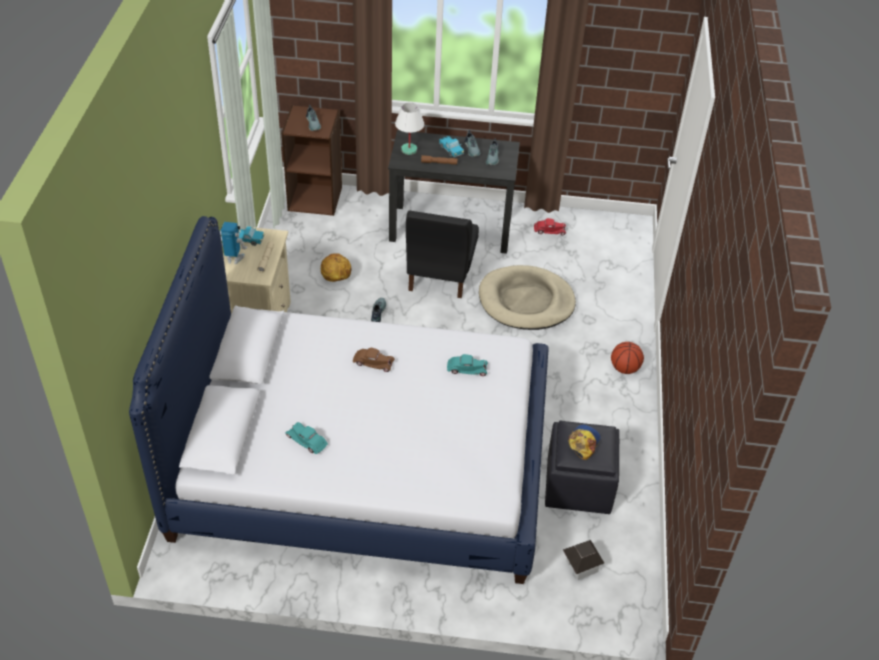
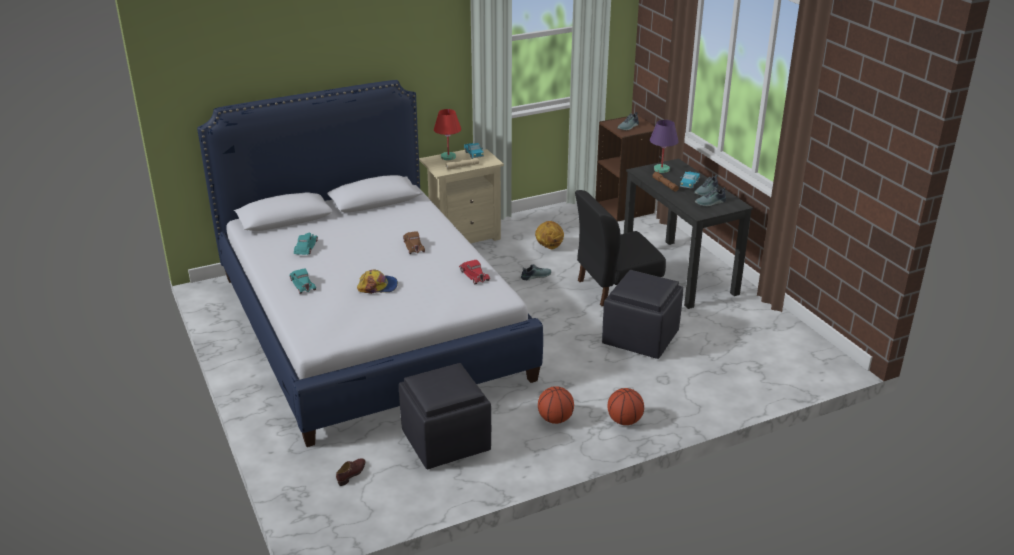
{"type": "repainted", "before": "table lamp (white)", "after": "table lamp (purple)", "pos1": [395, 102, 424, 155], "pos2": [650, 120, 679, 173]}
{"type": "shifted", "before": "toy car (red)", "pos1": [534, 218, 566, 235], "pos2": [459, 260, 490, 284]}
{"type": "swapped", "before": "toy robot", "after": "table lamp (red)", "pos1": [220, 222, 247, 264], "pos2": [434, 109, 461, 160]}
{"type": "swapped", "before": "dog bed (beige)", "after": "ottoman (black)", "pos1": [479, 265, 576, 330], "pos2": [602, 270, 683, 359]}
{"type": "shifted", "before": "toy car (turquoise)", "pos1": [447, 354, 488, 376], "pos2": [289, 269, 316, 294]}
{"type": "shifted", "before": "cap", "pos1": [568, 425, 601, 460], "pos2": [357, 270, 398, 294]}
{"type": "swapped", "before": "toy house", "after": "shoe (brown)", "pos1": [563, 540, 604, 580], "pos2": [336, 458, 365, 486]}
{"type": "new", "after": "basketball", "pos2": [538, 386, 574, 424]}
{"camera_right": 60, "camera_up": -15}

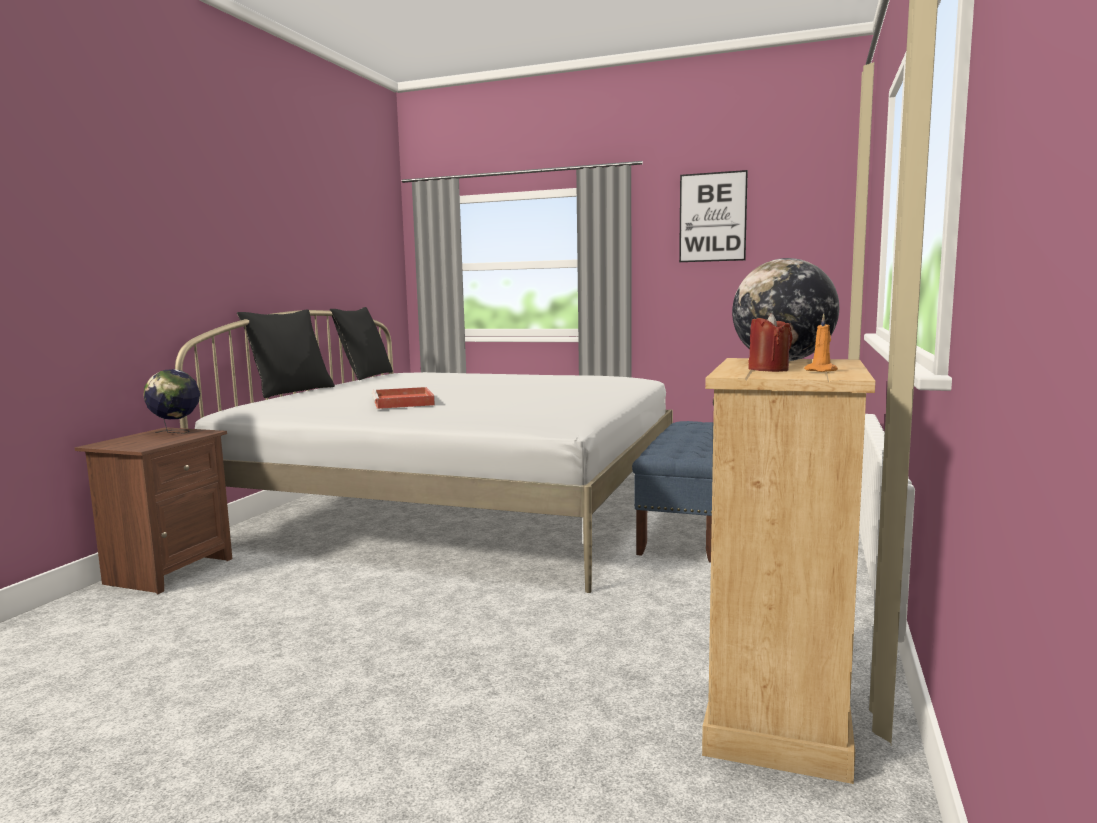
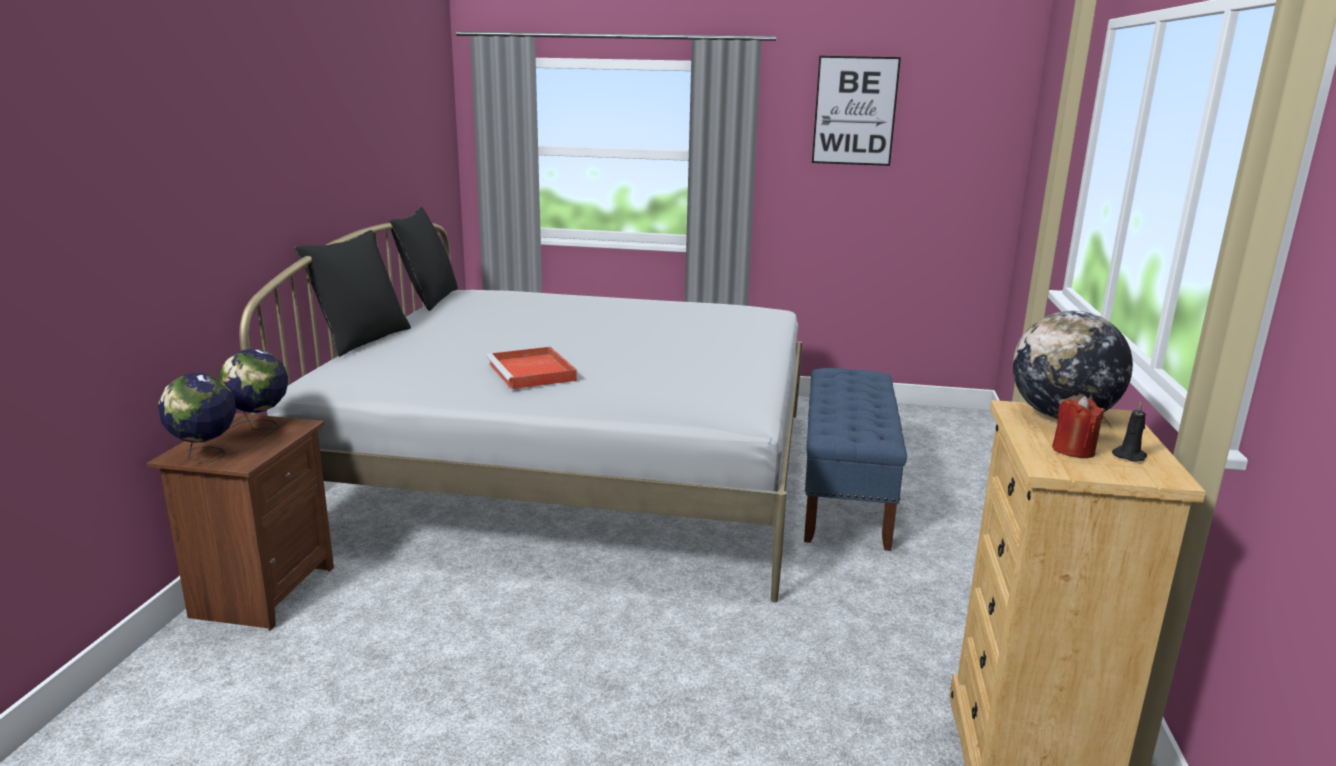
{"type": "repainted", "before": "candle (orange)", "after": "candle (black)", "pos1": [804, 314, 838, 372], "pos2": [1112, 401, 1147, 462]}
{"type": "new", "after": "globe", "pos2": [158, 373, 236, 463]}
{"camera_right": -10, "camera_up": 10}

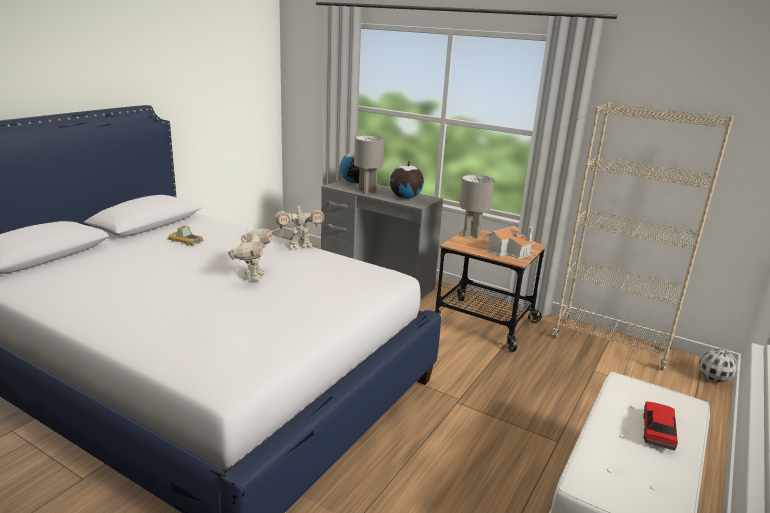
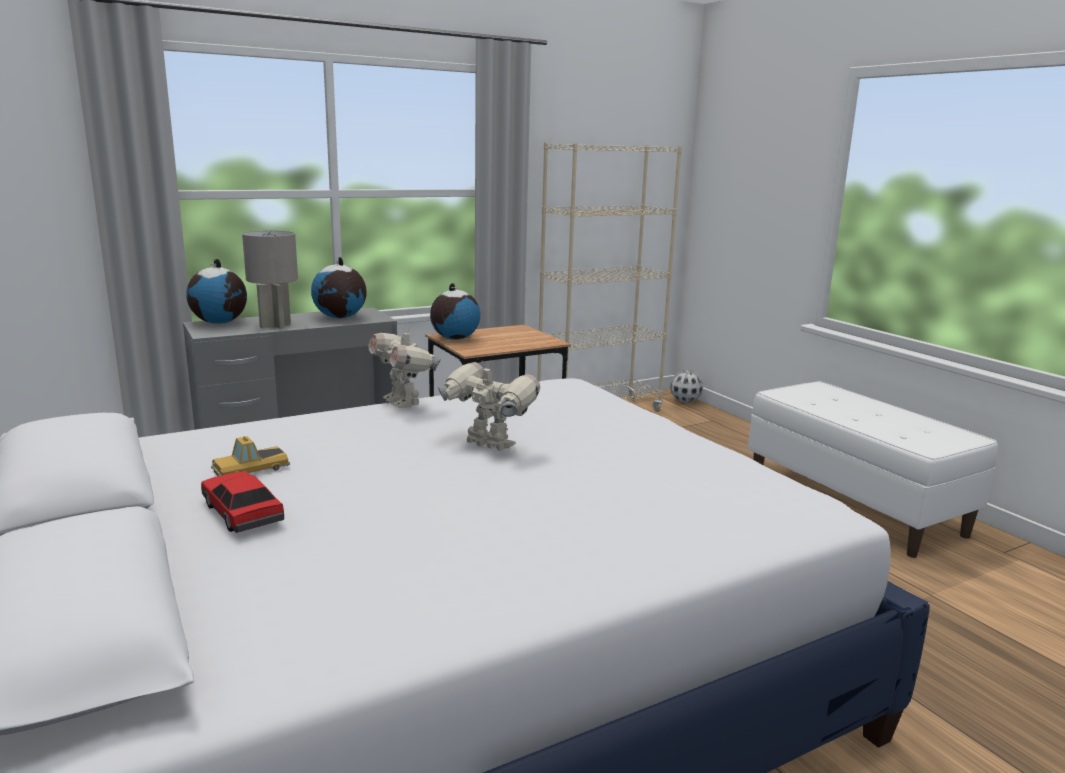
{"type": "swapped", "before": "table lamp (grey)", "after": "globe", "pos1": [459, 175, 494, 239], "pos2": [430, 283, 480, 340]}
{"type": "rotated", "before": "toy robot", "pos1": [274, 203, 325, 249], "pos2": [368, 326, 441, 407], "turn": 135}
{"type": "gone", "before": "toy house", "pos1": [486, 226, 536, 259]}
{"type": "shifted", "before": "toy car", "pos1": [643, 402, 678, 451], "pos2": [201, 471, 284, 533]}
{"camera_right": -60, "camera_up": -5}

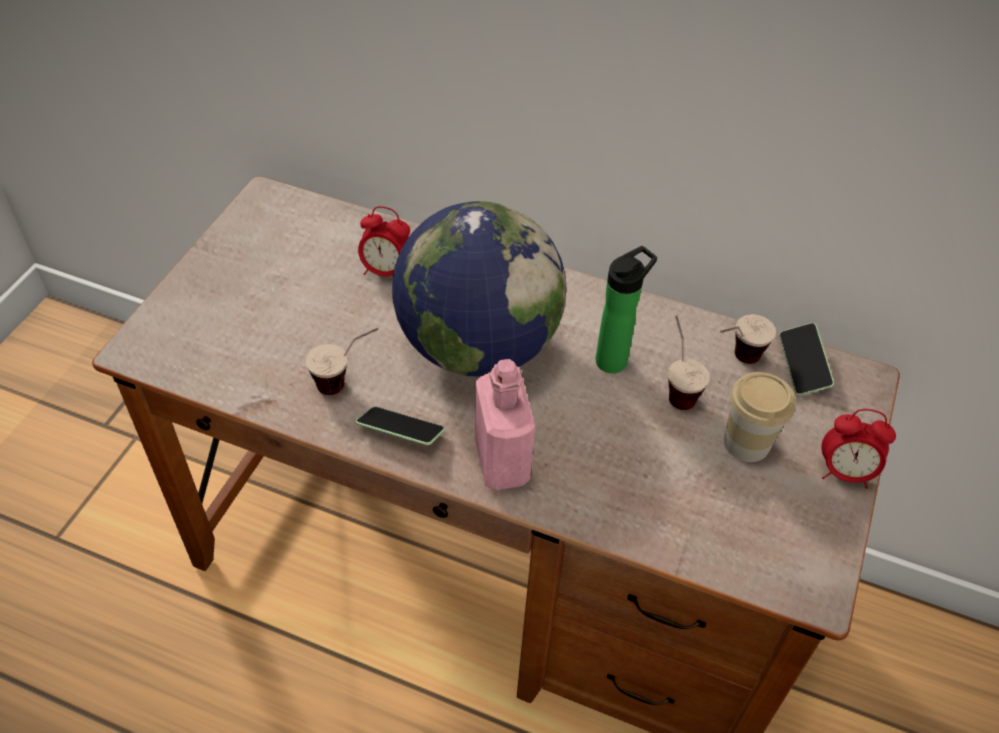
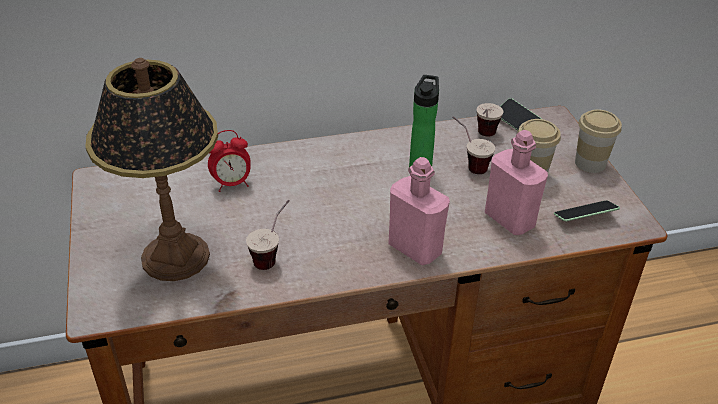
{"type": "gone", "before": "globe", "pos1": [392, 201, 567, 377]}
{"type": "shifted", "before": "phone", "pos1": [355, 407, 445, 445], "pos2": [554, 200, 620, 221]}
{"type": "swapped", "before": "alarm clock", "after": "cup", "pos1": [822, 409, 896, 489], "pos2": [575, 110, 622, 173]}
{"type": "new", "after": "table lamp", "pos2": [85, 58, 218, 281]}
{"type": "new", "after": "bottle (pink)", "pos2": [485, 130, 548, 235]}
{"camera_right": -35, "camera_up": -10}

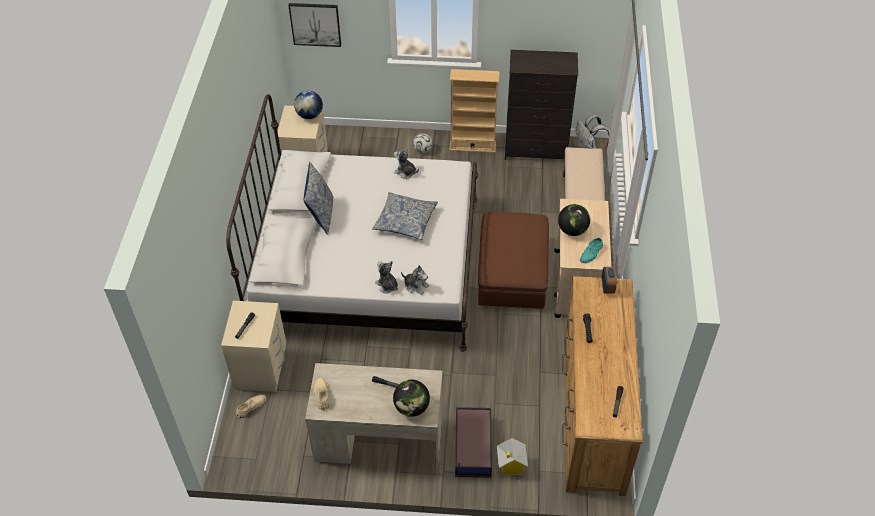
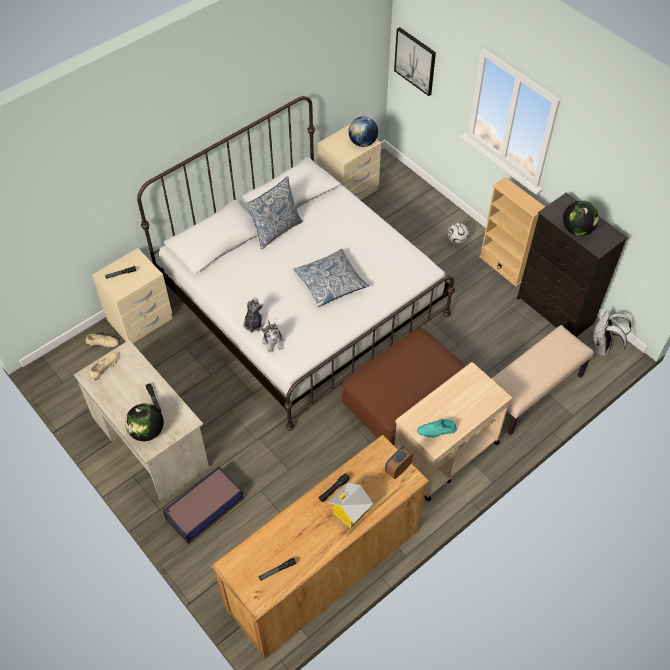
{"type": "gone", "before": "plush toy", "pos1": [394, 148, 419, 179]}
{"type": "shifted", "before": "globe", "pos1": [558, 204, 590, 236], "pos2": [563, 201, 599, 236]}
{"type": "shifted", "before": "toy house", "pos1": [497, 438, 528, 476], "pos2": [328, 483, 373, 528]}
{"camera_right": 45, "camera_up": 5}

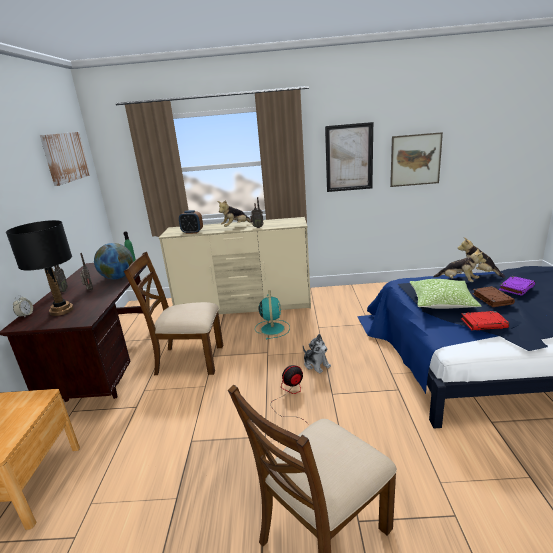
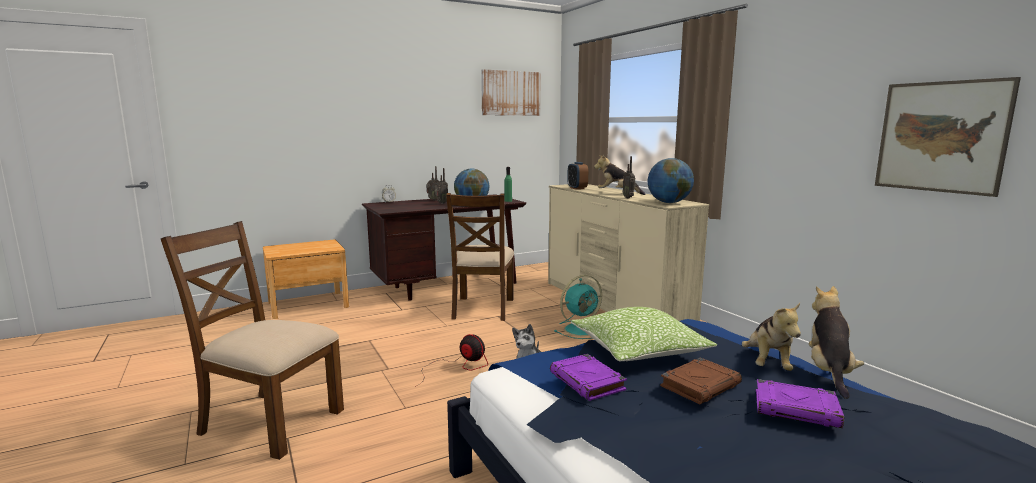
{"type": "gone", "before": "picture", "pos1": [325, 122, 373, 192]}
{"type": "gone", "before": "table lamp (black)", "pos1": [6, 220, 74, 316]}
{"type": "rotated", "before": "chair (brown)", "pos1": [124, 252, 223, 375], "pos2": [446, 193, 514, 321], "turn": -150}
{"type": "repainted", "before": "book (red)", "after": "book (purple)", "pos1": [461, 311, 509, 330], "pos2": [550, 354, 627, 401]}
{"type": "new", "after": "globe", "pos2": [648, 158, 694, 203]}
{"camera_right": 60, "camera_up": -10}

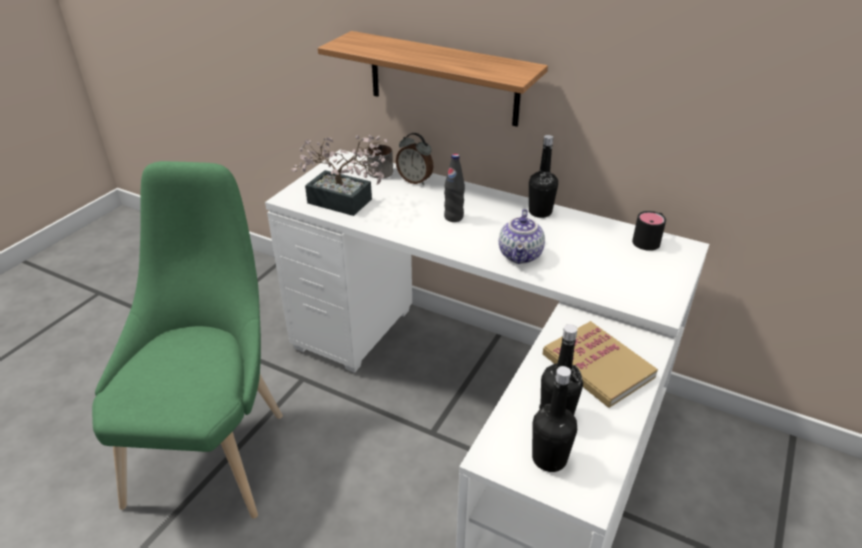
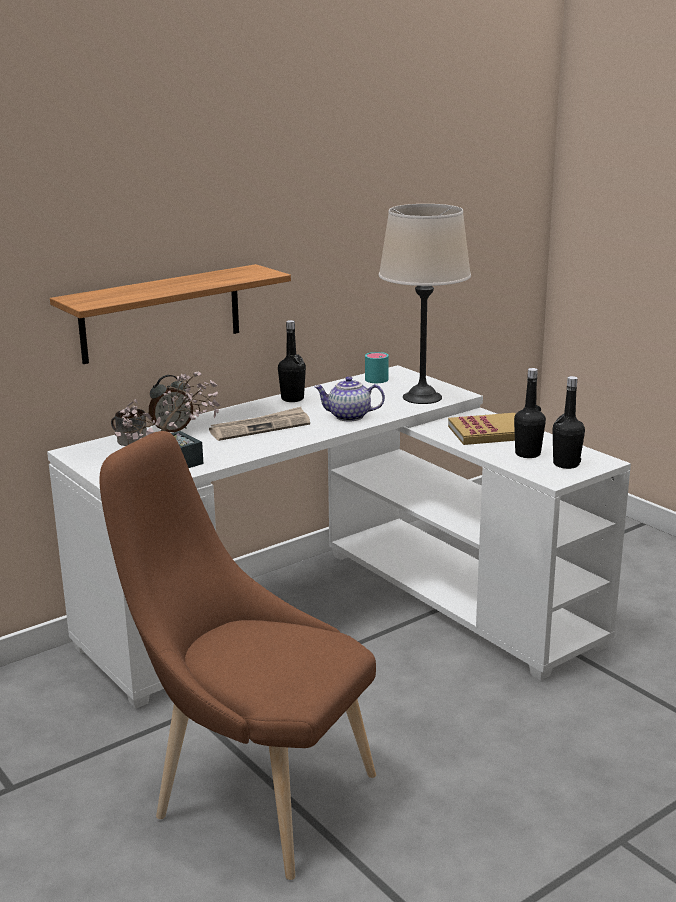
{"type": "swapped", "before": "bottle (black)", "after": "newspaper", "pos1": [444, 154, 465, 222], "pos2": [209, 407, 310, 441]}
{"type": "repainted", "before": "chair (green)", "after": "chair (brown)", "pos1": [92, 161, 283, 518], "pos2": [99, 431, 376, 880]}
{"type": "rotated", "before": "teapot", "pos1": [499, 209, 545, 264], "pos2": [314, 376, 385, 421], "turn": 150}
{"type": "repainted", "before": "mug (black)", "after": "mug (turquoise)", "pos1": [632, 211, 666, 251], "pos2": [365, 352, 389, 383]}
{"type": "new", "after": "table lamp (beige)", "pos2": [379, 204, 471, 404]}
{"camera_right": -65, "camera_up": -15}

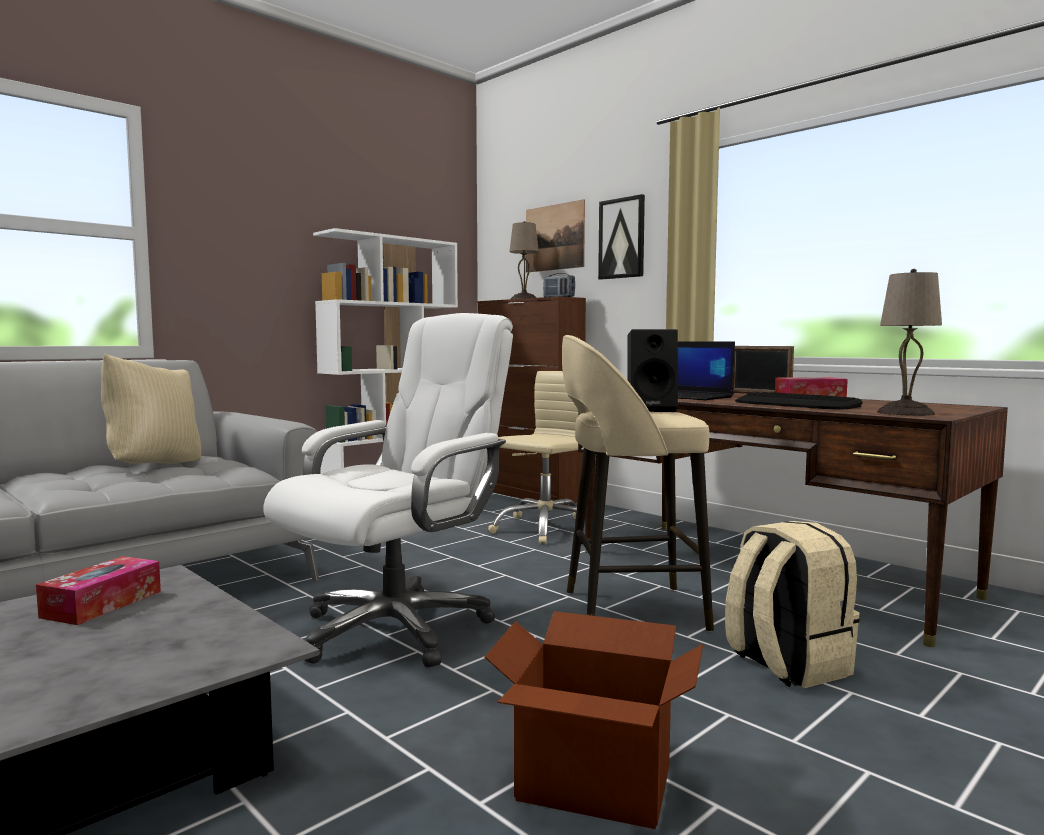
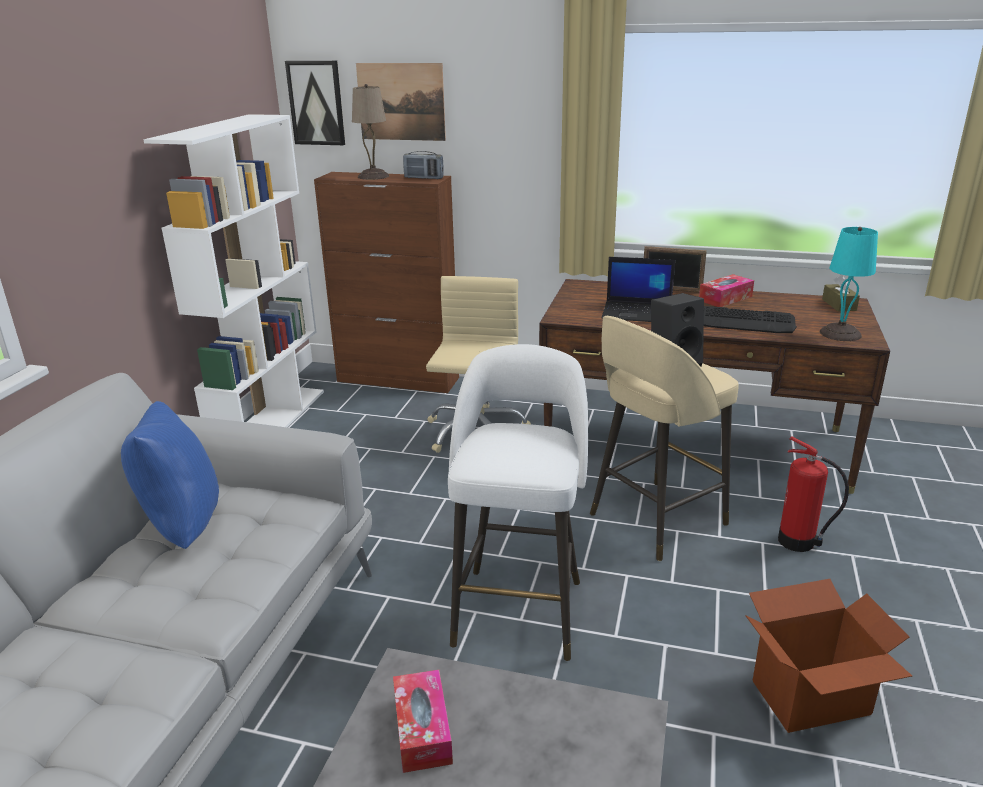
{"type": "shifted", "before": "picture", "pos1": [598, 194, 645, 280], "pos2": [285, 61, 345, 145]}
{"type": "repainted", "before": "table lamp (beige)", "after": "table lamp (turquoise)", "pos1": [877, 269, 942, 416], "pos2": [820, 227, 878, 341]}
{"type": "swapped", "before": "office chair (white)", "after": "stool (white)", "pos1": [263, 313, 513, 668], "pos2": [448, 344, 588, 661]}
{"type": "repainted", "before": "pillow (beige)", "after": "pillow (blue)", "pos1": [101, 354, 201, 464], "pos2": [121, 401, 219, 549]}
{"type": "swapped", "before": "backpack (beige)", "after": "fire extinguisher", "pos1": [725, 521, 860, 688], "pos2": [778, 437, 849, 552]}
{"type": "new", "after": "tissue box (brown)", "pos2": [822, 275, 860, 312]}
{"camera_right": -30, "camera_up": 20}

